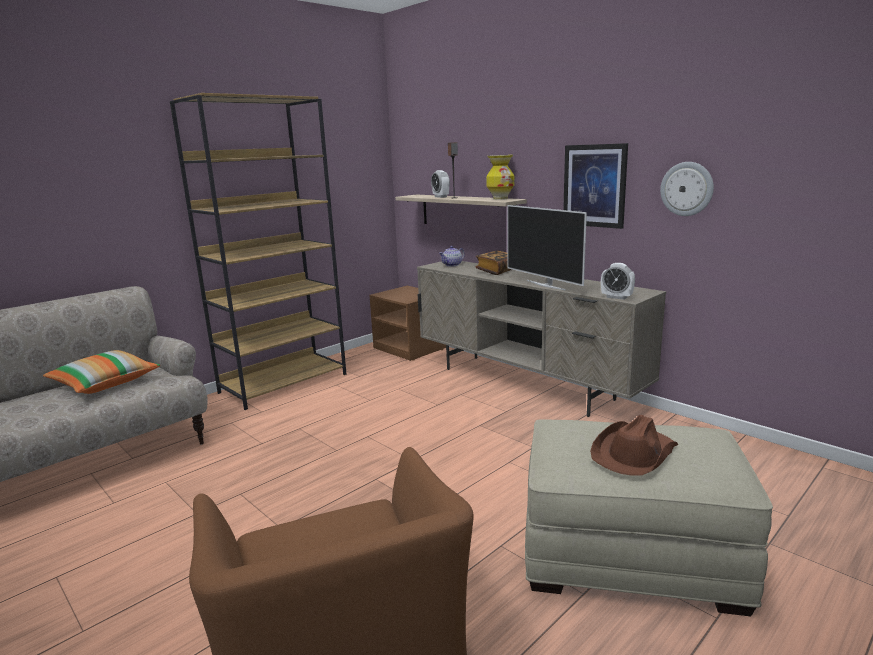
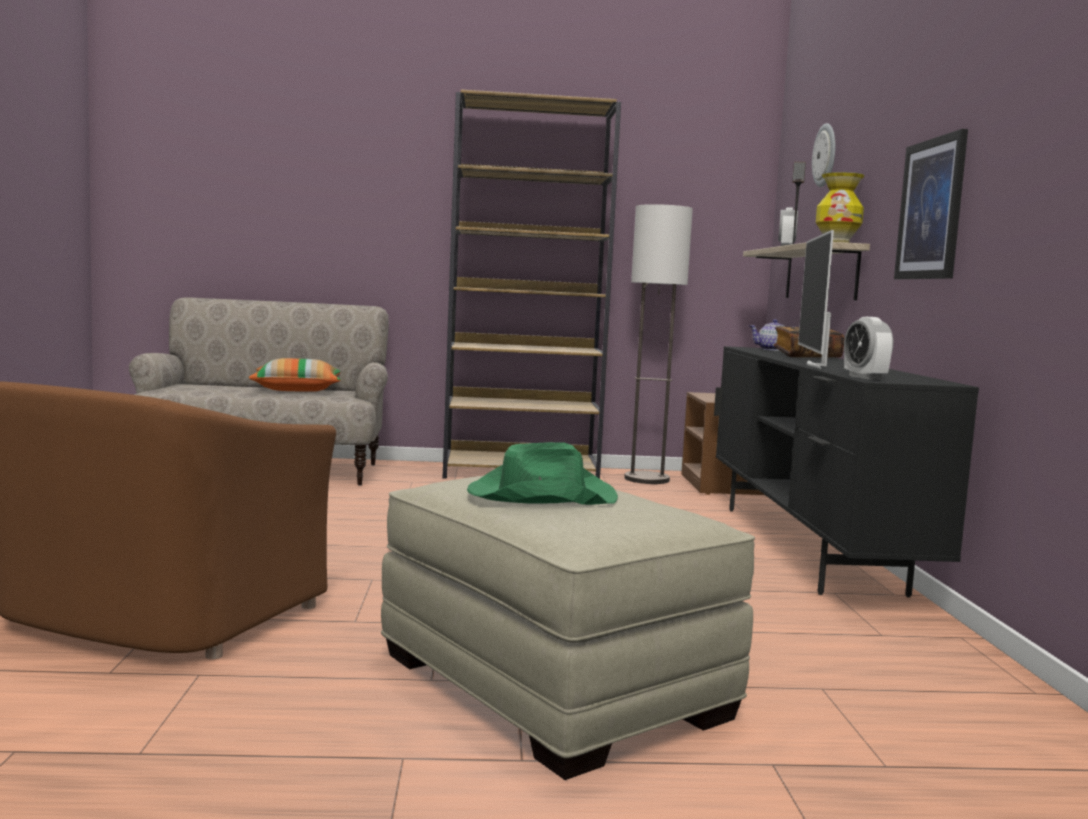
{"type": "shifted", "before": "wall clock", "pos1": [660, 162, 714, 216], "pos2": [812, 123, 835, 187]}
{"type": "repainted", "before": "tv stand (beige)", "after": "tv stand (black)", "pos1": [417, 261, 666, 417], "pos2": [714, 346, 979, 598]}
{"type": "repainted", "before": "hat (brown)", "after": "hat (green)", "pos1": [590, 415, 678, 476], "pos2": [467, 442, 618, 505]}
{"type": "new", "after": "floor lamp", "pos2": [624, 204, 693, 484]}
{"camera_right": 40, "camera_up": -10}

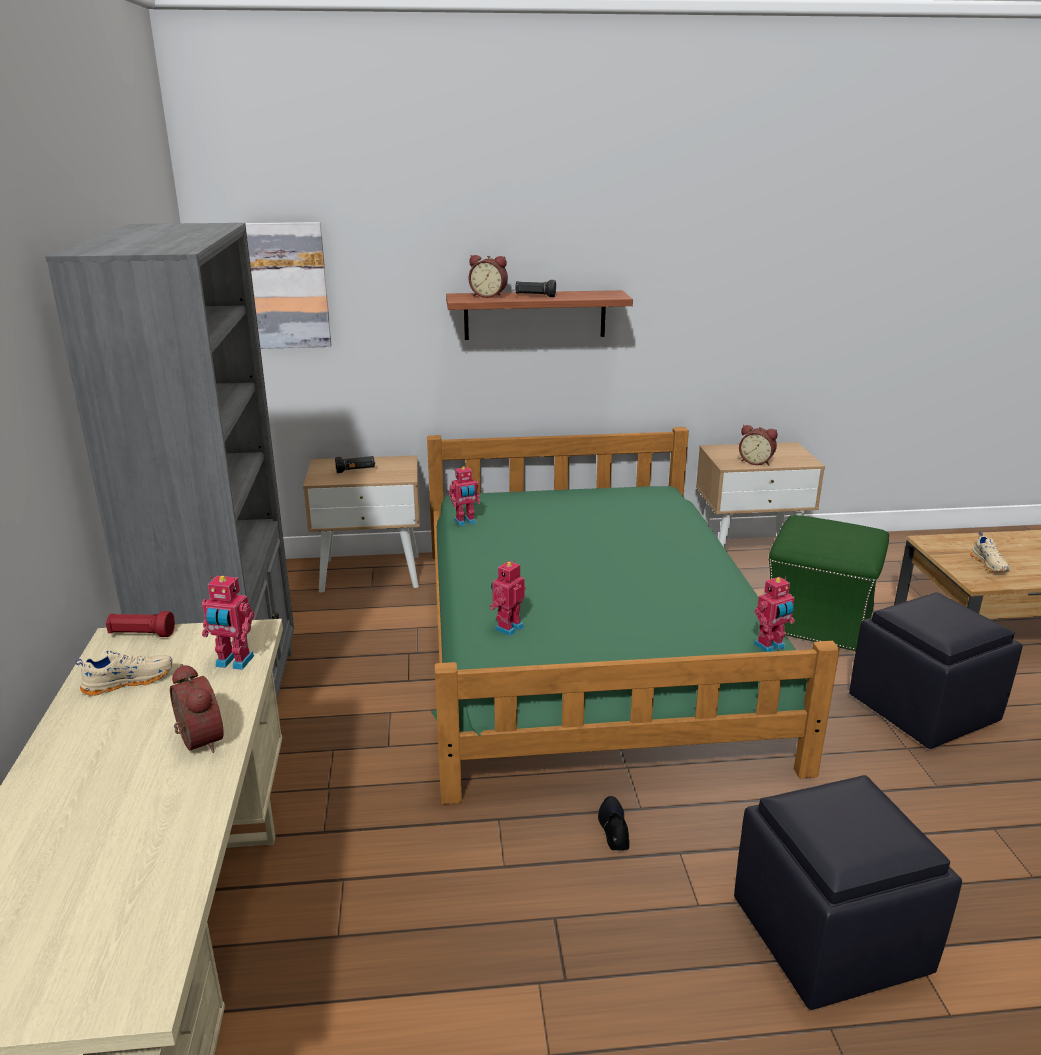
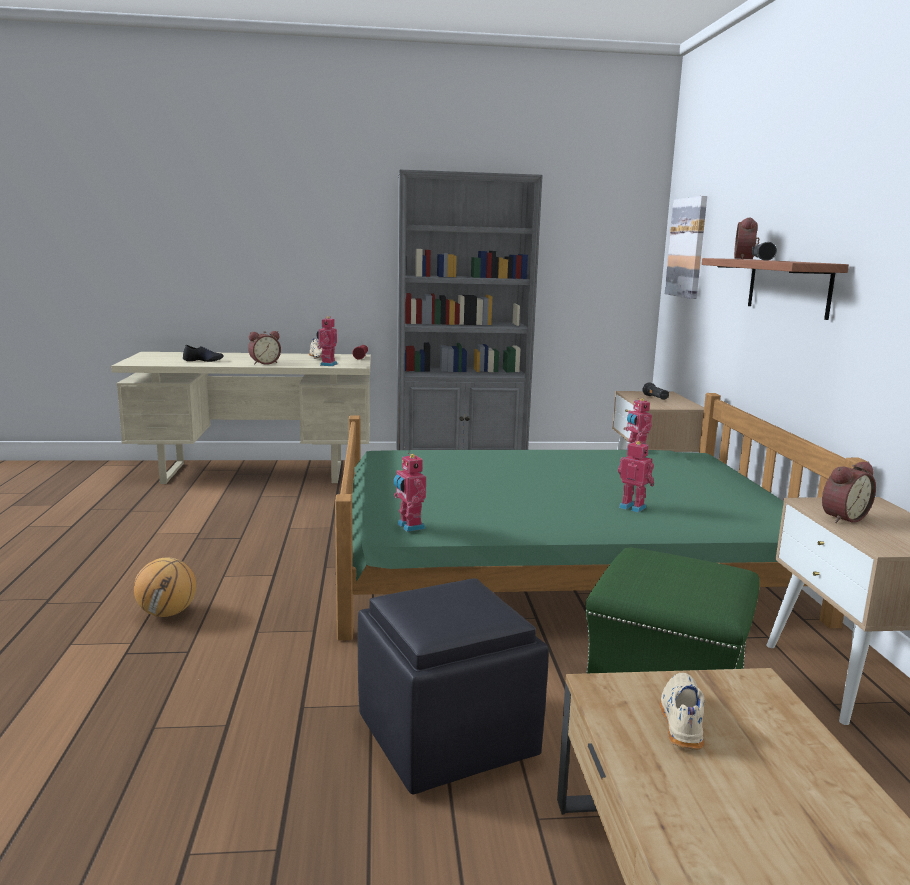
{"type": "rotated", "before": "alarm clock", "pos1": [739, 425, 778, 466], "pos2": [822, 462, 876, 523], "turn": -150}
{"type": "rotated", "before": "shoe (beige)", "pos1": [970, 532, 1010, 572], "pos2": [660, 673, 704, 750], "turn": 105}
{"type": "shifted", "before": "toy robot", "pos1": [489, 560, 526, 636], "pos2": [618, 441, 654, 512]}
{"type": "swapped", "before": "ottoman (black)", "after": "basketball", "pos1": [734, 775, 962, 1010], "pos2": [134, 558, 196, 617]}
{"type": "shifted", "before": "shoe (black)", "pos1": [598, 796, 630, 850], "pos2": [183, 345, 224, 362]}
{"camera_right": 90, "camera_up": -10}

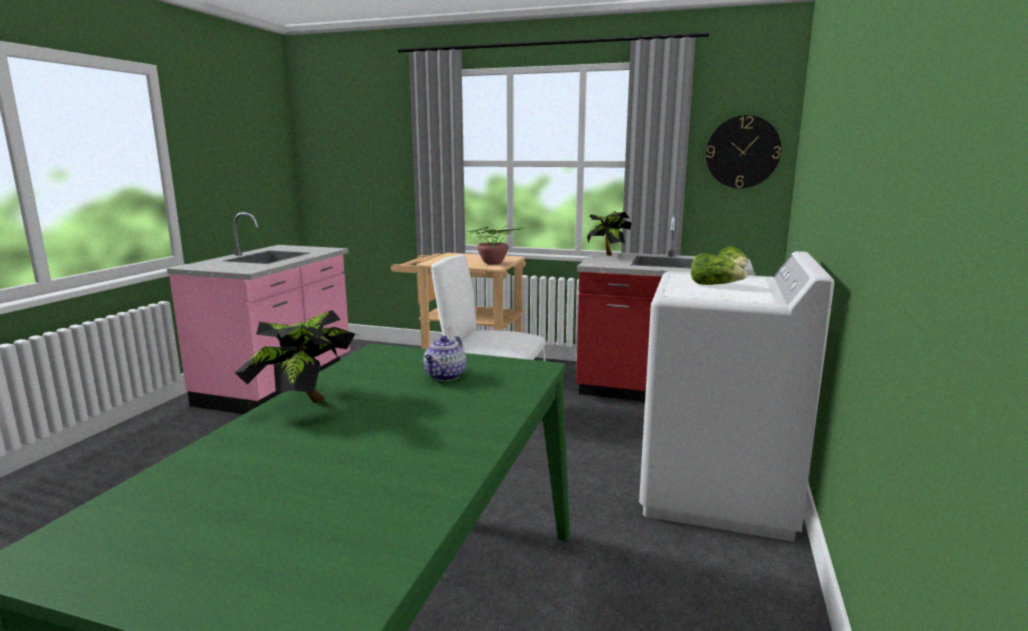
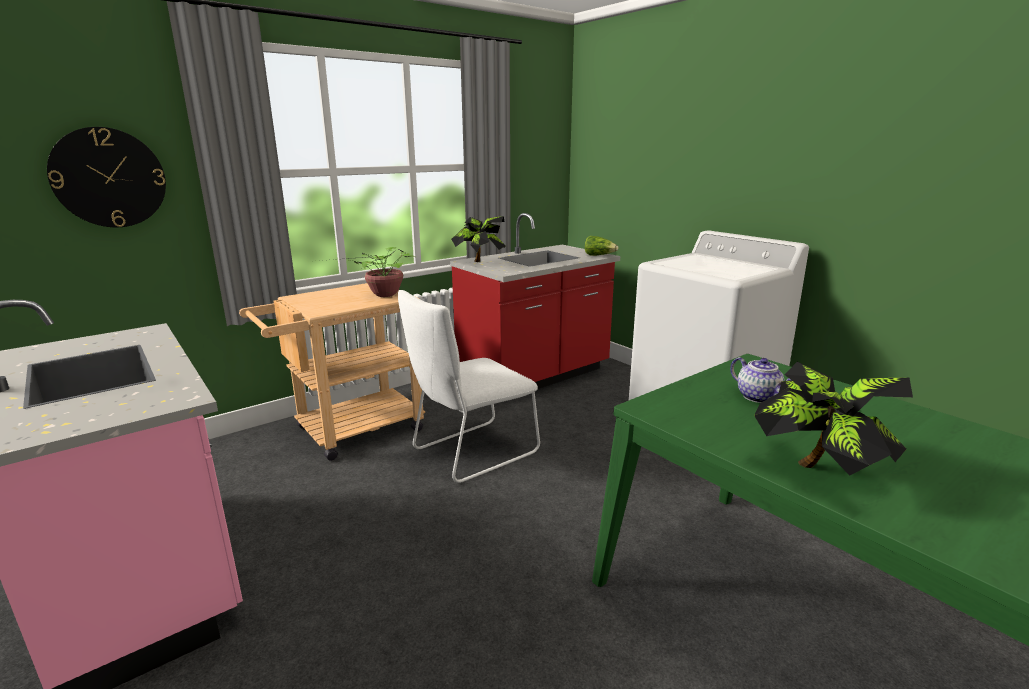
{"type": "shifted", "before": "wall clock", "pos1": [706, 115, 781, 188], "pos2": [47, 127, 166, 227]}
{"type": "gone", "before": "lettuce", "pos1": [691, 253, 747, 285]}
{"camera_right": -55, "camera_up": 5}

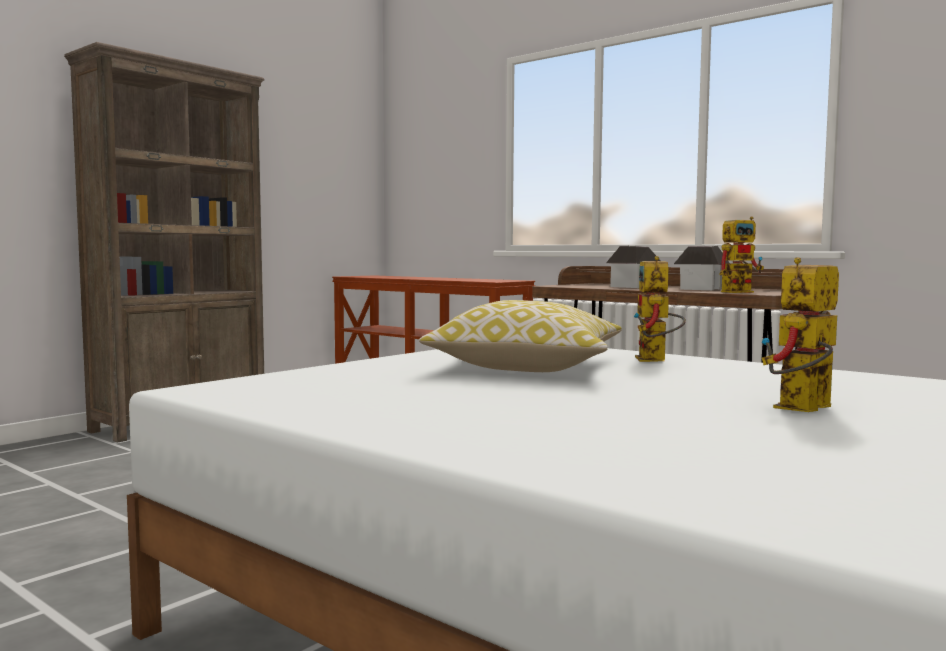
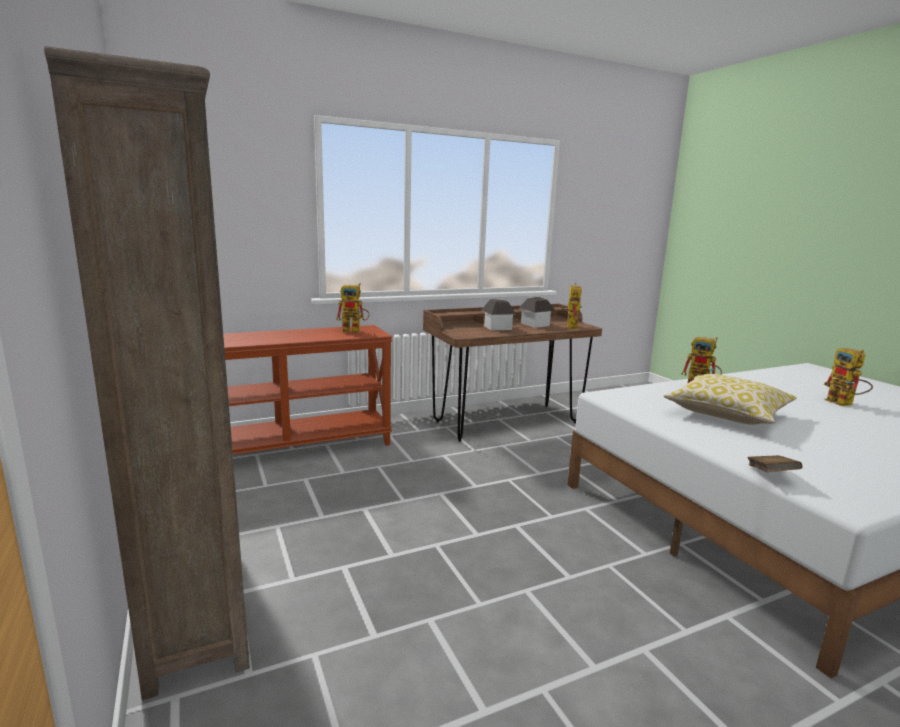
{"type": "new", "after": "toy robot", "pos2": [336, 283, 369, 333]}
{"type": "new", "after": "book (brown)", "pos2": [747, 455, 802, 472]}
{"camera_right": -65, "camera_up": 10}

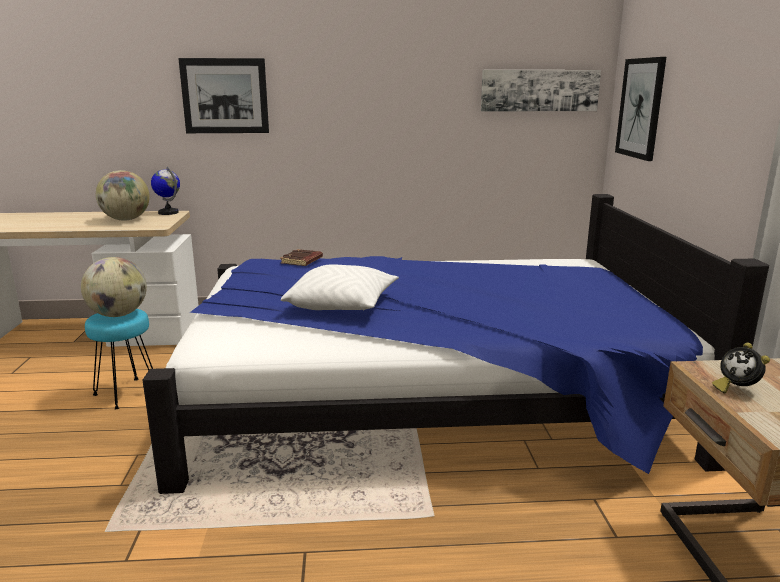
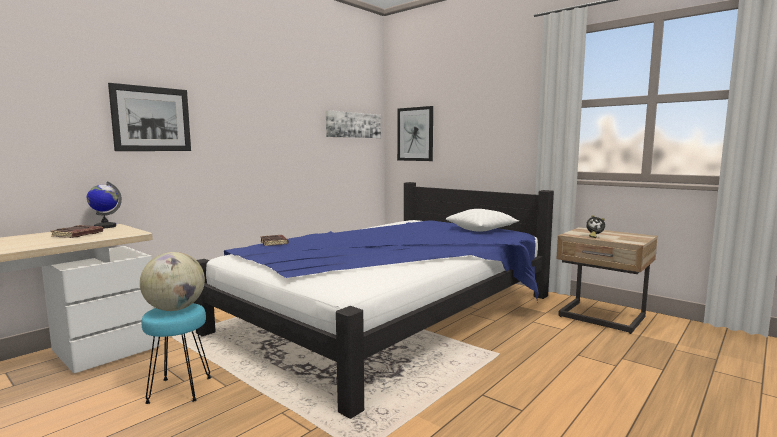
{"type": "swapped", "before": "globe", "after": "book (brown)", "pos1": [96, 170, 150, 221], "pos2": [51, 225, 103, 238]}
{"type": "shifted", "before": "pillow (white)", "pos1": [281, 264, 399, 310], "pos2": [446, 209, 519, 232]}
{"camera_right": -45, "camera_up": -10}

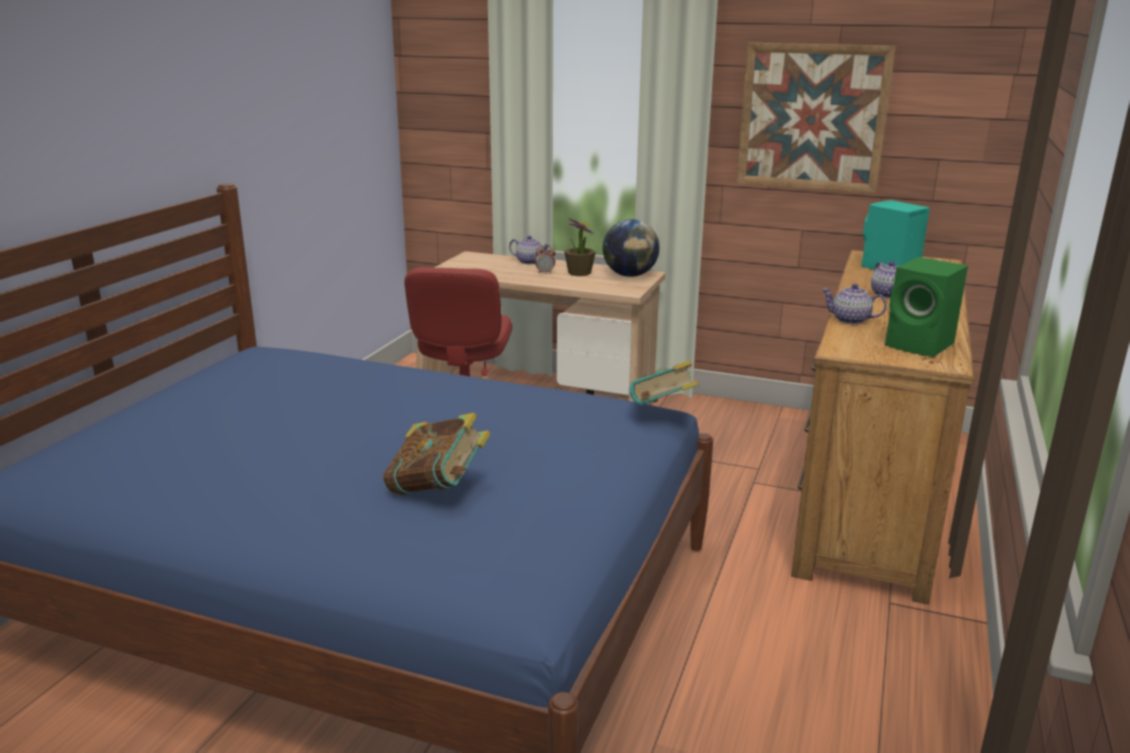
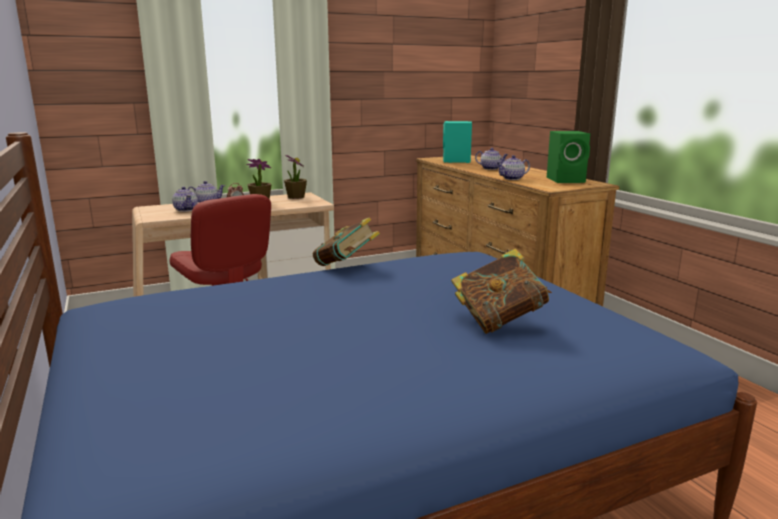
{"type": "gone", "before": "picture", "pos1": [737, 43, 896, 193]}
{"type": "swapped", "before": "globe", "after": "potted plant", "pos1": [602, 219, 660, 277], "pos2": [284, 155, 307, 199]}
{"type": "shifted", "before": "book", "pos1": [630, 360, 699, 405], "pos2": [313, 217, 380, 266]}
{"type": "new", "after": "teapot", "pos2": [172, 187, 198, 212]}
{"camera_right": -45, "camera_up": -5}

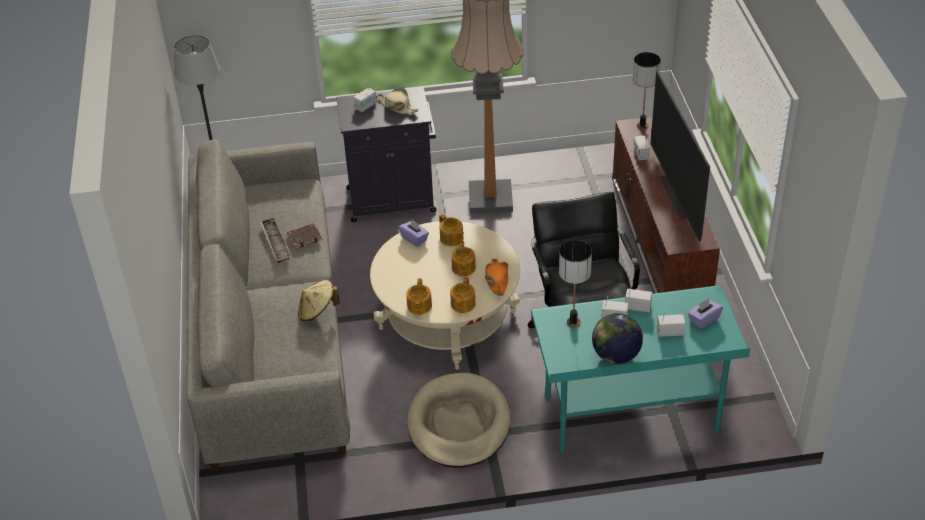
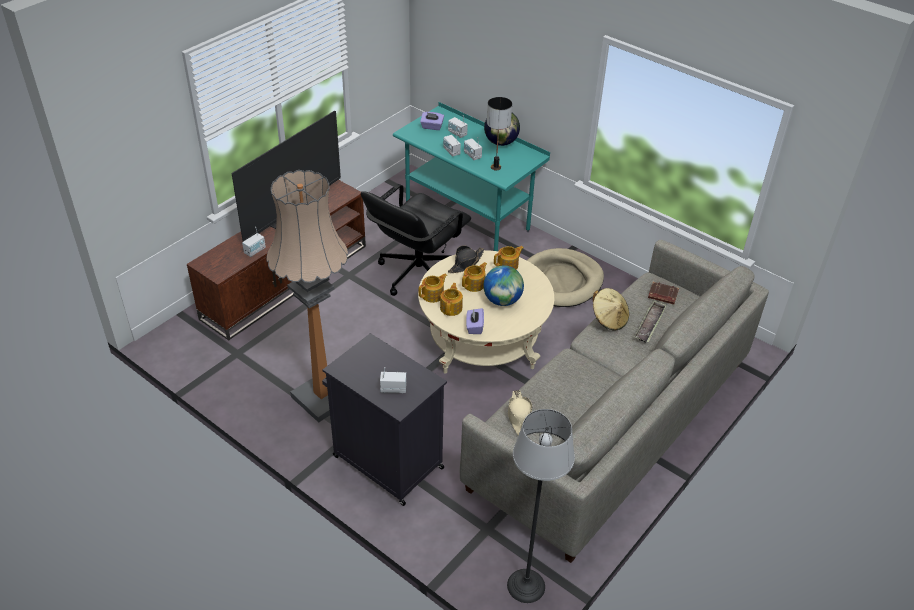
{"type": "gone", "before": "table lamp", "pos1": [633, 52, 661, 129]}
{"type": "shifted", "before": "hat (beige)", "pos1": [377, 87, 419, 114], "pos2": [508, 390, 532, 435]}
{"type": "shifted", "before": "tray", "pos1": [260, 217, 291, 263], "pos2": [634, 300, 667, 343]}
{"type": "shifted", "before": "book (brown)", "pos1": [287, 223, 323, 249], "pos2": [648, 282, 679, 305]}
{"type": "repainted", "before": "hat (orange)", "after": "hat (black)", "pos1": [485, 259, 508, 296], "pos2": [448, 246, 485, 273]}
{"type": "shifted", "before": "teapot", "pos1": [406, 278, 432, 315], "pos2": [419, 274, 447, 303]}
{"type": "new", "after": "globe", "pos2": [483, 265, 524, 306]}
{"camera_right": -135, "camera_up": 0}

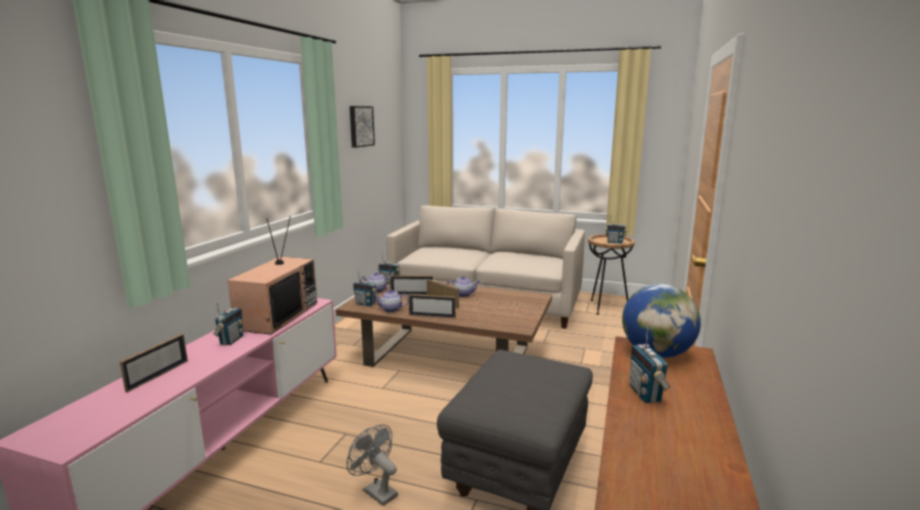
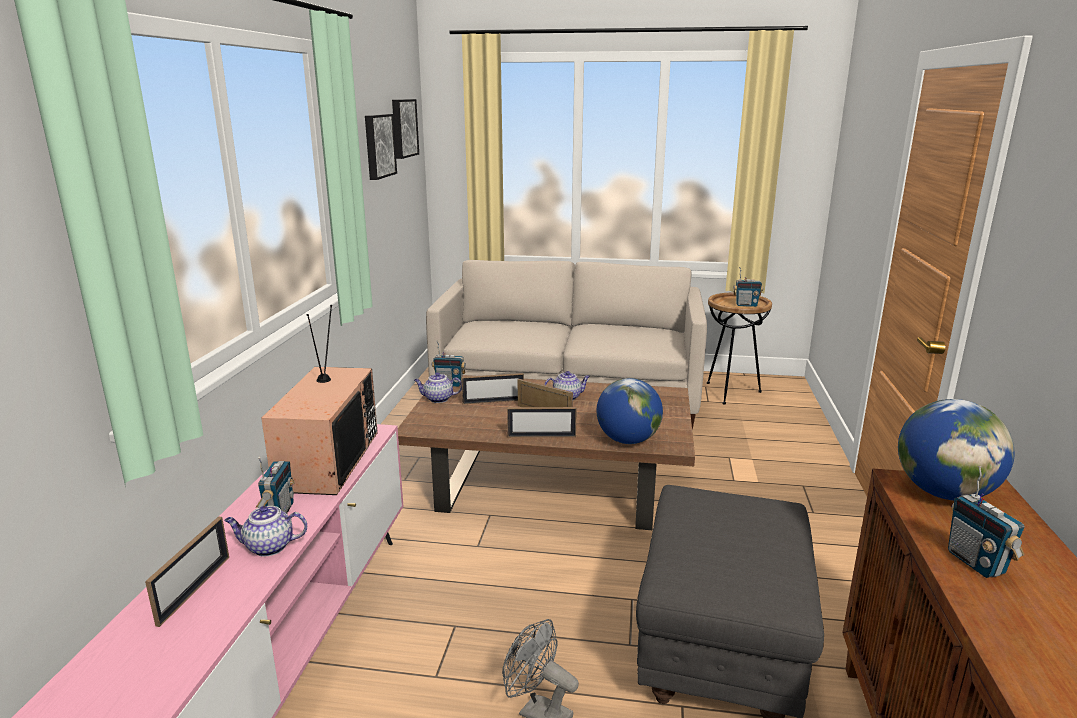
{"type": "gone", "before": "radio", "pos1": [353, 270, 378, 306]}
{"type": "shifted", "before": "teapot", "pos1": [373, 289, 409, 312], "pos2": [224, 506, 307, 556]}
{"type": "new", "after": "picture", "pos2": [392, 99, 419, 159]}
{"type": "new", "after": "globe", "pos2": [597, 378, 663, 444]}
{"camera_right": -10, "camera_up": 5}

